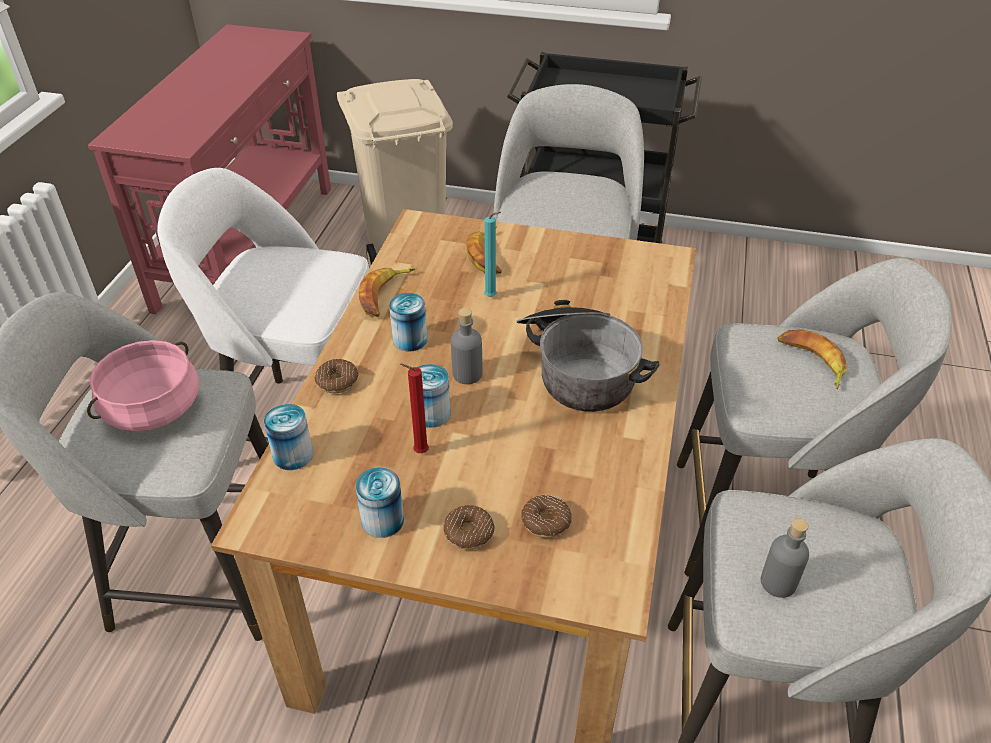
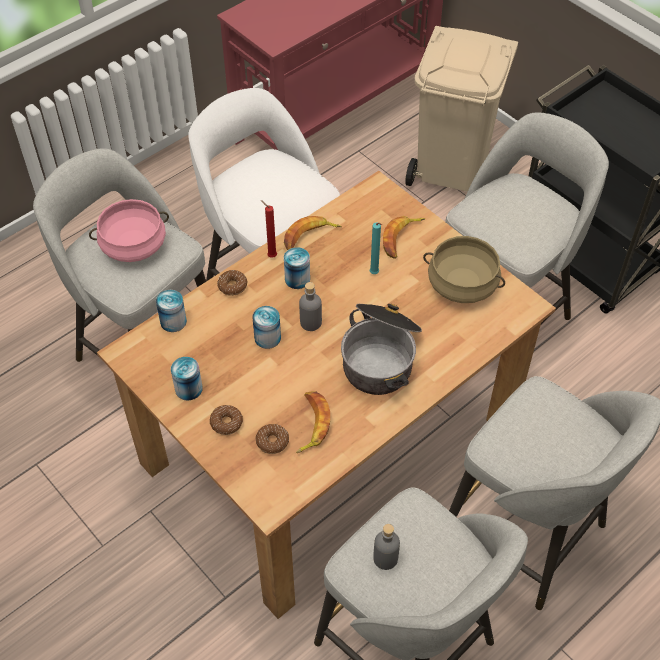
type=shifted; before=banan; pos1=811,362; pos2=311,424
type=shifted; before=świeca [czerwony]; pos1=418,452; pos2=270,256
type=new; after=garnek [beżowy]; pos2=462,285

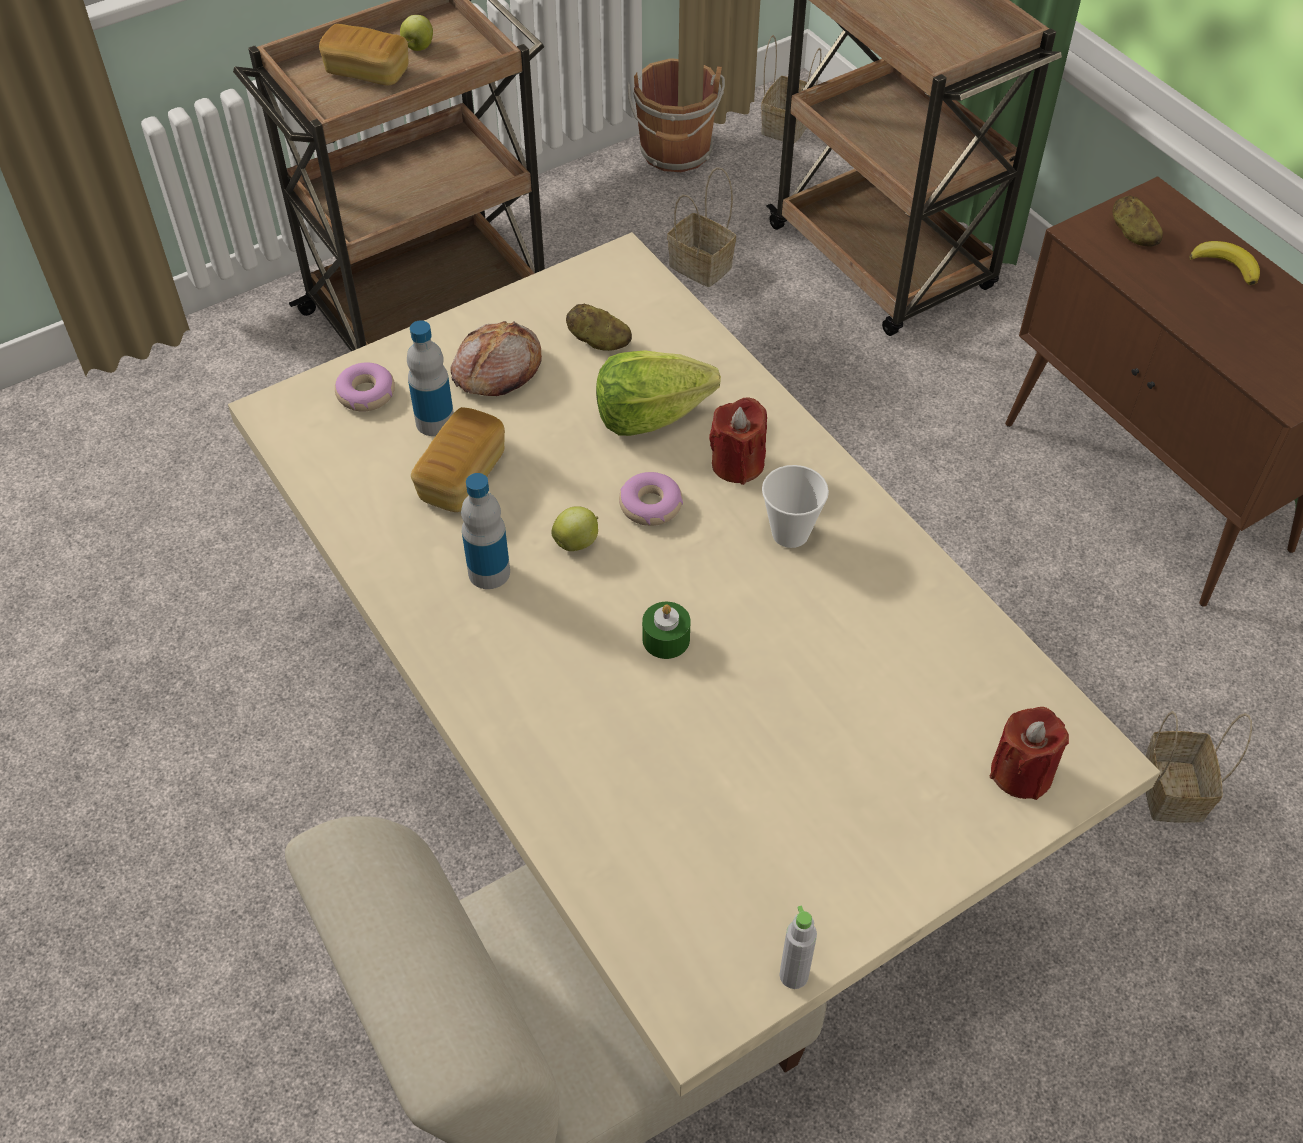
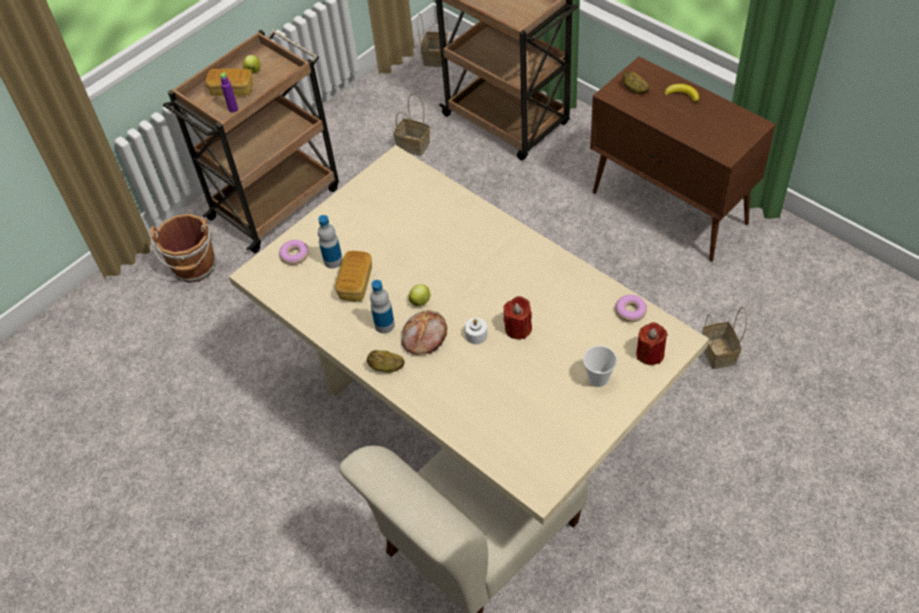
type=shifted; before=wiadro [brązowy]; pos1=676,153; pos2=194,267
type=shifted; before=ziemniak; pos1=598,342; pos2=386,367
type=shifted; before=chleb; pos1=496,370; pos2=424,337
type=gone; before=sałata; pos1=650,415
type=shifted; before=świeca [czerwony]; pos1=737,463; pos2=518,328
type=shifted; before=filiżanka; pos1=790,533; pos2=598,379
type=shifted; before=donut; pos1=650,505; pos2=630,311
type=repainted; before=świeca [zielony]; after=świeca [biały]; pos1=666,639; pos2=476,335
type=gone; before=butelka [szary]; pos1=793,975
type=new; after=butelka [fioletowy]; pos2=233,109

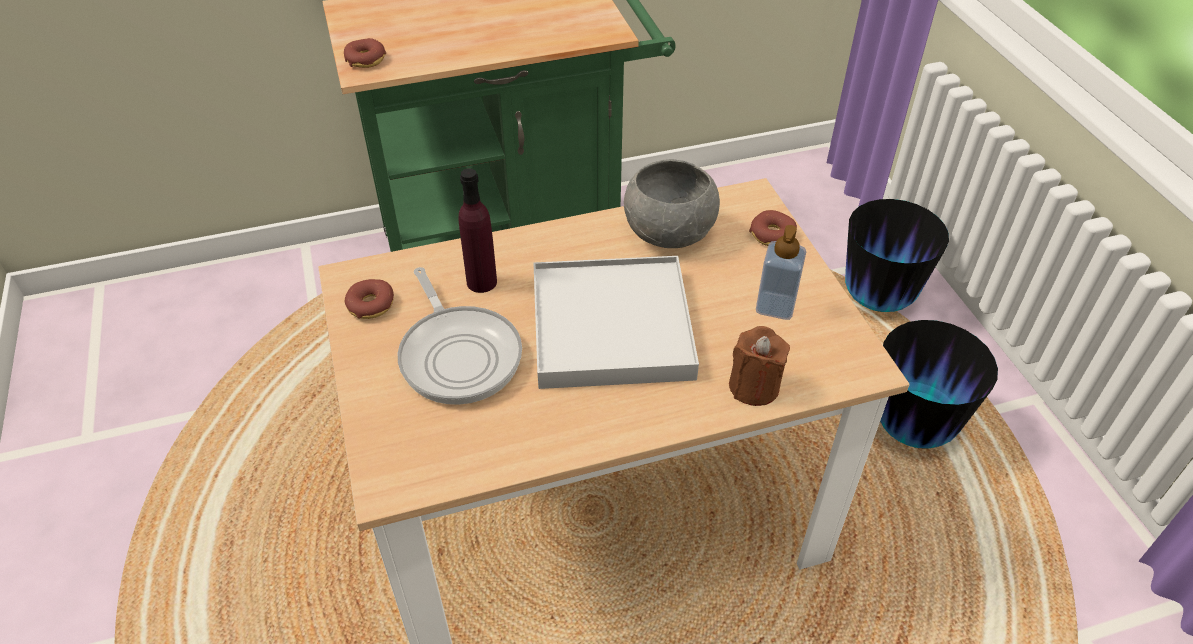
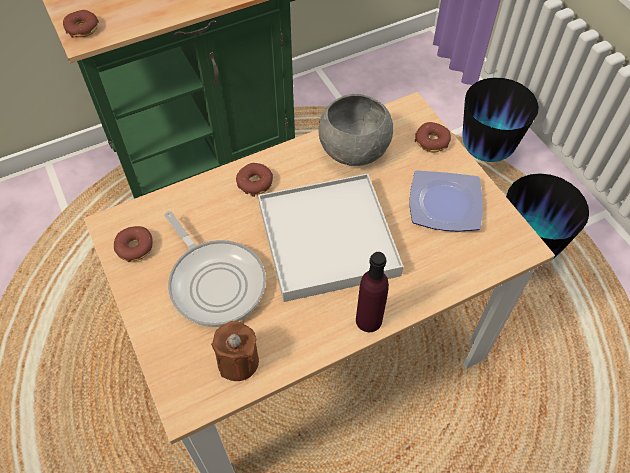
type=shifted; before=butelka [fioletowy]; pos1=482,282; pos2=369,320
type=swapped; before=dozownik mydła; after=talerz; pos1=775,306; pos2=446,203
type=shifted; before=świeca [brązowy]; pos1=754,386; pos2=238,361
type=new; after=donut; pos2=255,183

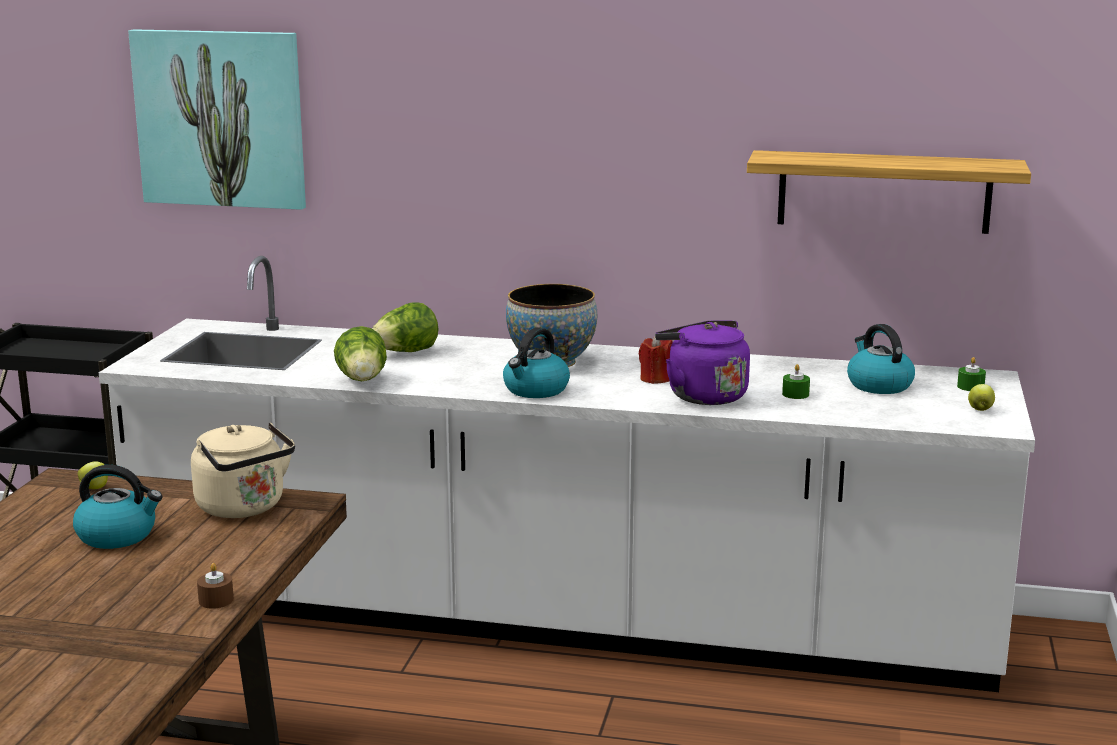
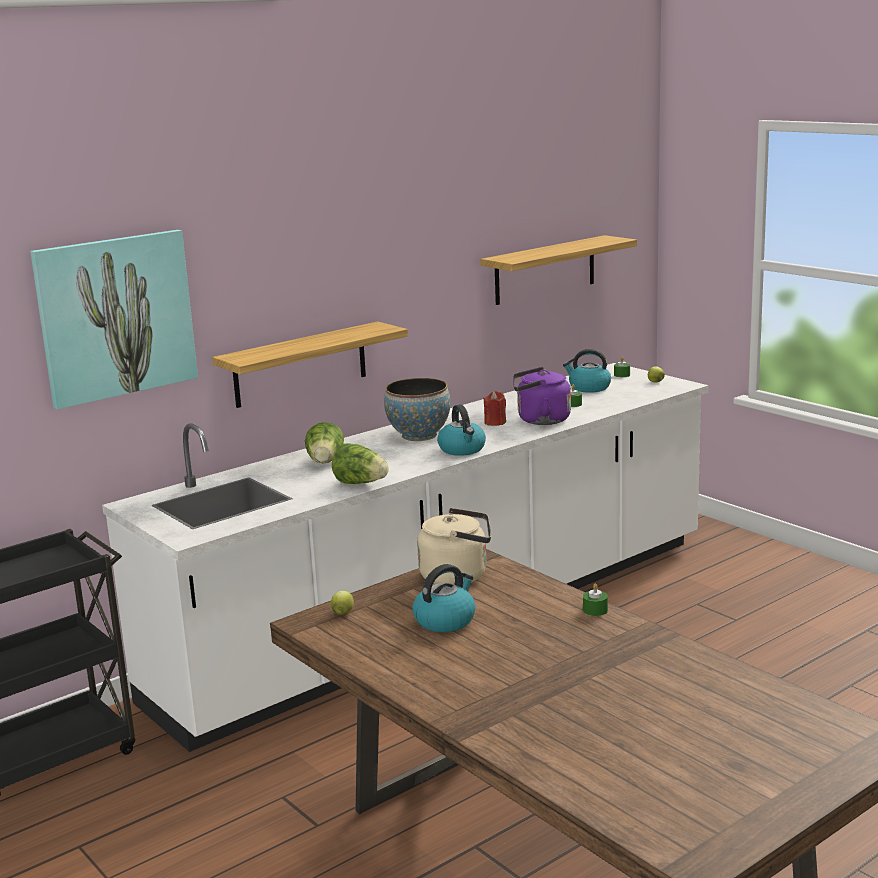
type=repainted; before=świeca [brązowy]; after=świeca [zielony]; pos1=216,600; pos2=595,610
type=new; after=półka; pos2=300,364

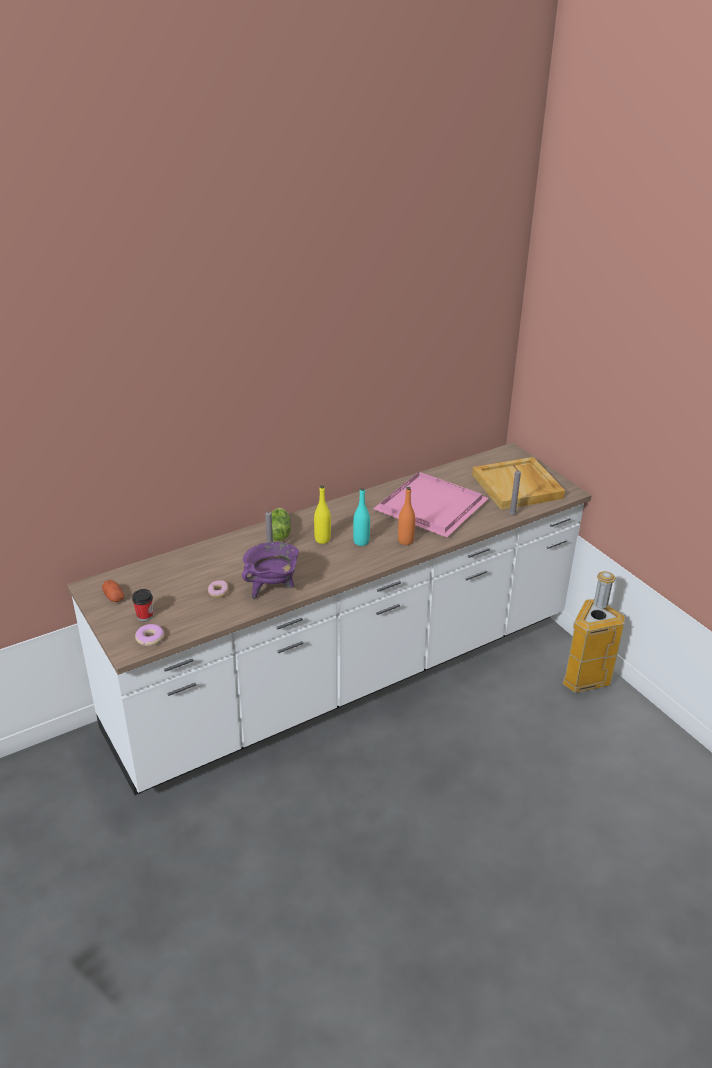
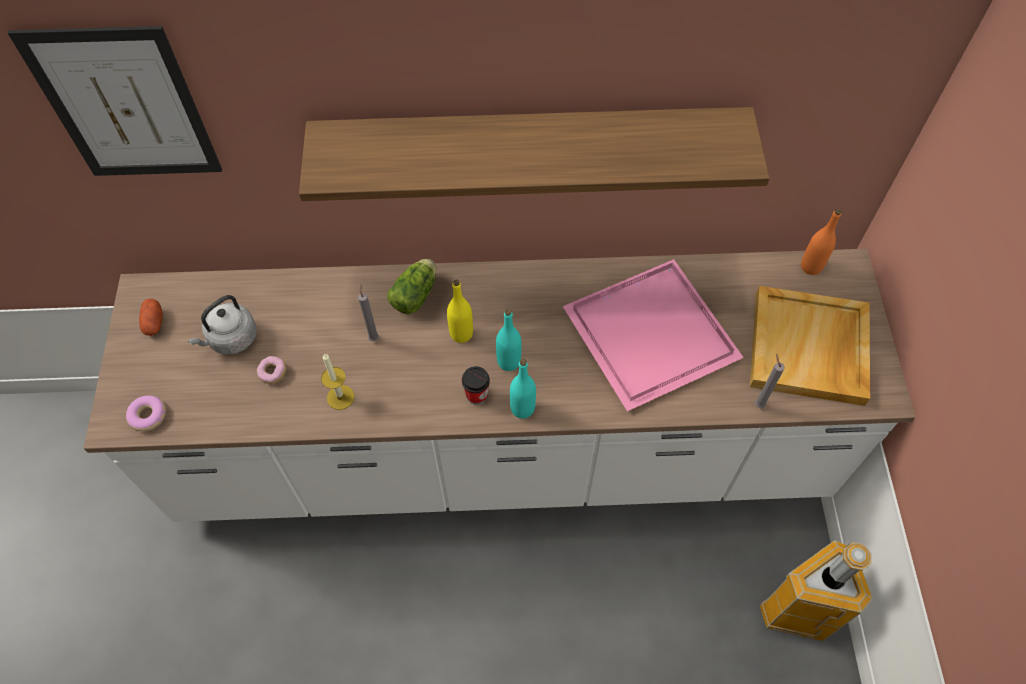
type=shifted; before=butelka [pomarańczowy]; pos1=405,541; pos2=811,266
type=swapped; before=garnek [fioletowy]; after=świeca; pos1=272,588; pos2=340,397
type=shifted; before=filiżanka; pos1=145,616; pos2=477,395
type=new; after=obraz; pos2=125,106
type=new; after=półka; pos2=530,143
type=new; after=czajnik [szary]; pos2=231,339
type=new; after=butelka [turkusowy]; pos2=522,408

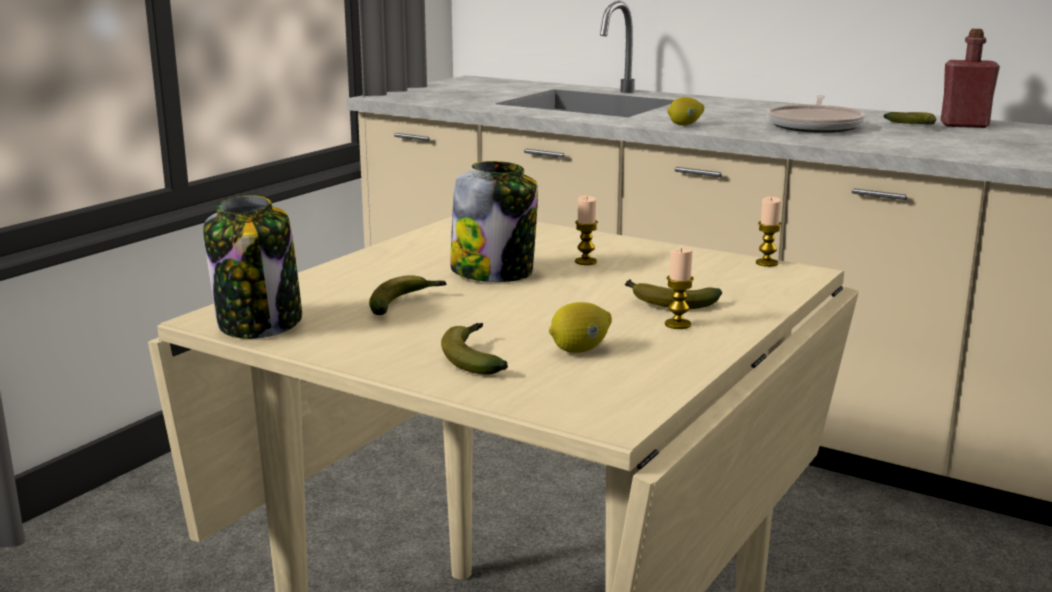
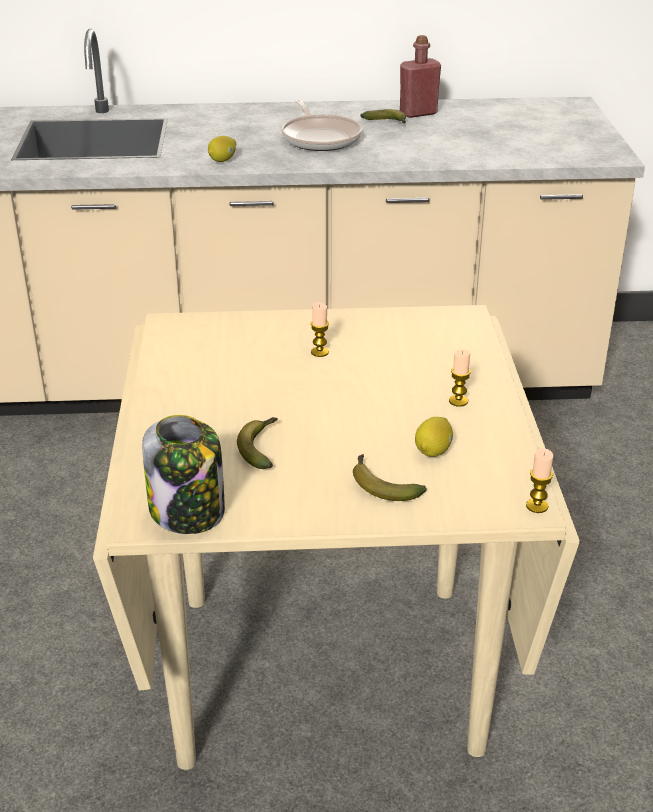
type=gone; before=słoik; pos1=494,272
type=shifted; before=świeca; pos1=766,263; pos2=537,506
type=gone; before=banan; pos1=667,303

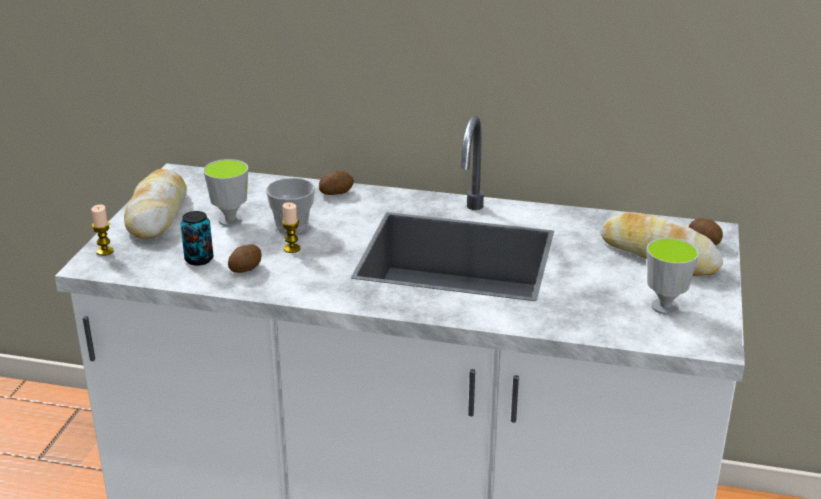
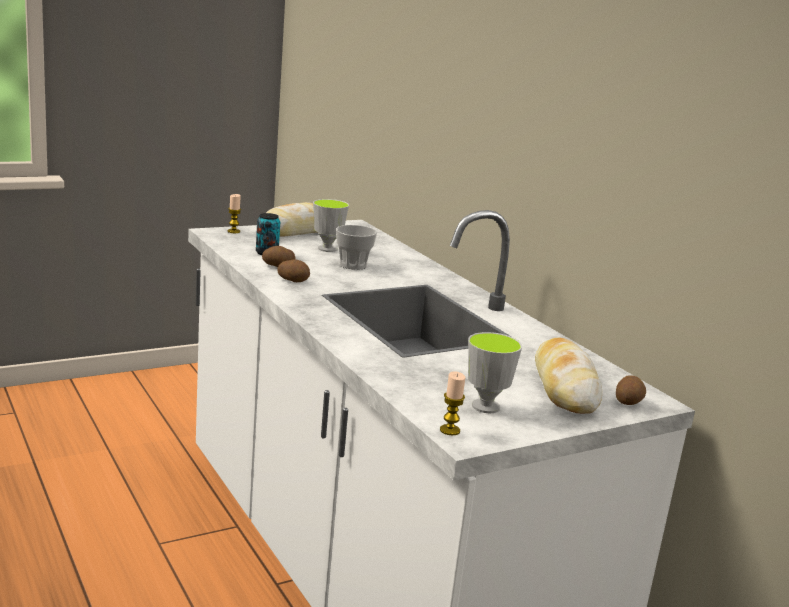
type=shifted; before=ziemniak; pos1=336,192; pos2=293,280
type=shifted; before=świeca; pos1=292,249; pos2=450,430

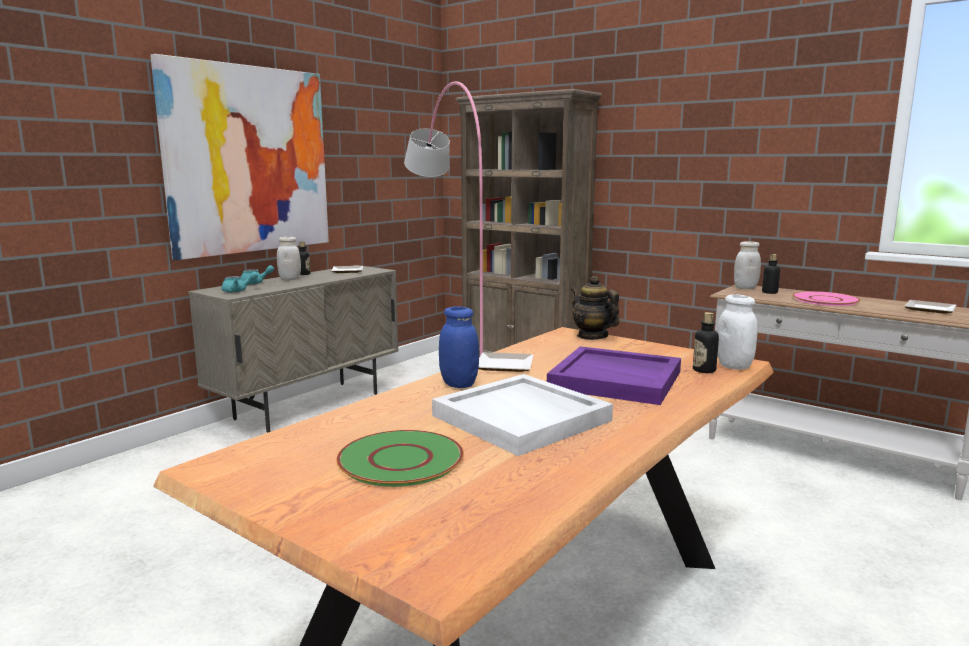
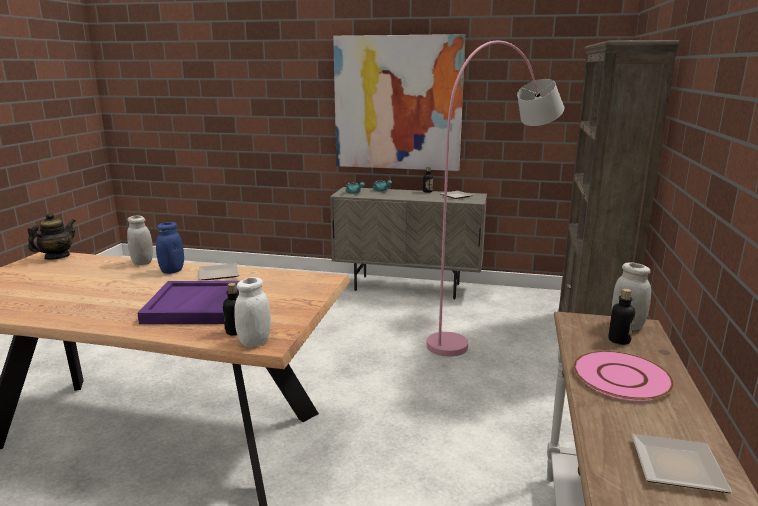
type=shifted; before=słoik [biały]; pos1=290,279; pos2=142,262
type=shifted; before=imbryk; pos1=592,336; pos2=57,257
type=gone; before=taca [biały]; pos1=523,418
type=gone; before=talerz [zielony]; pos1=400,460

